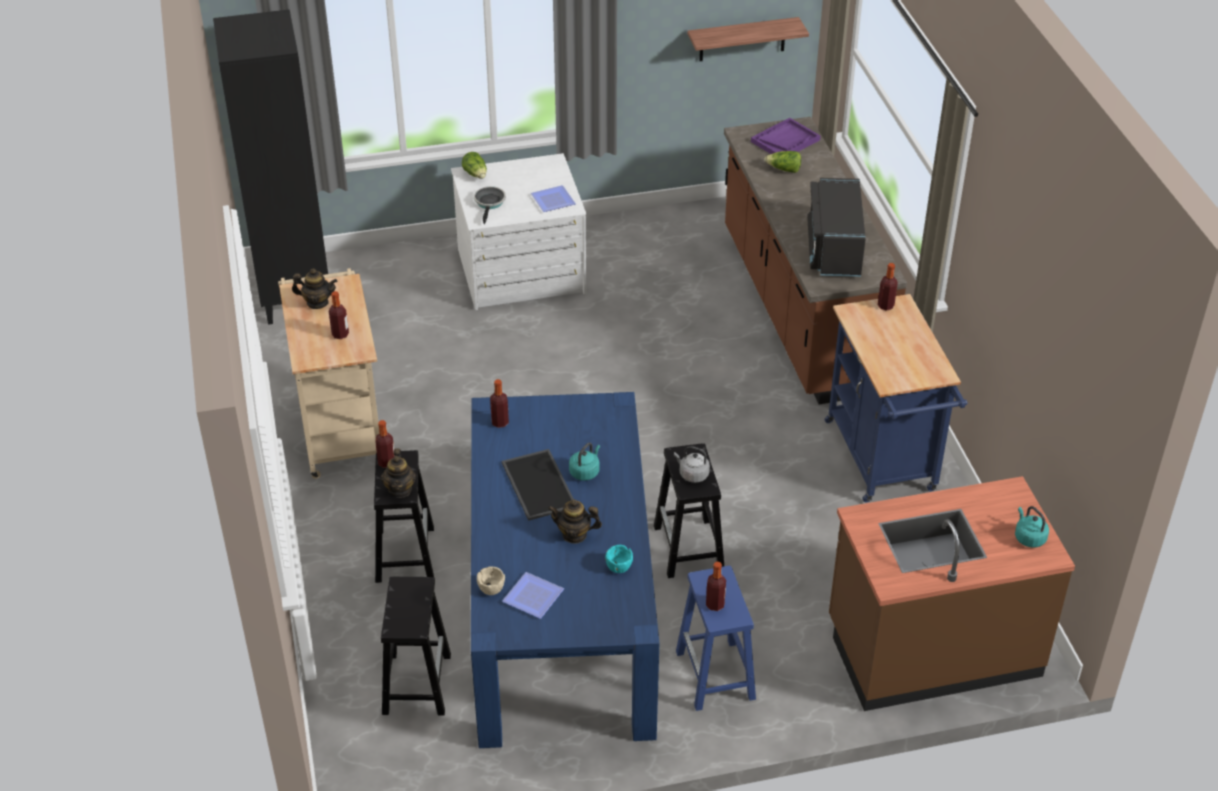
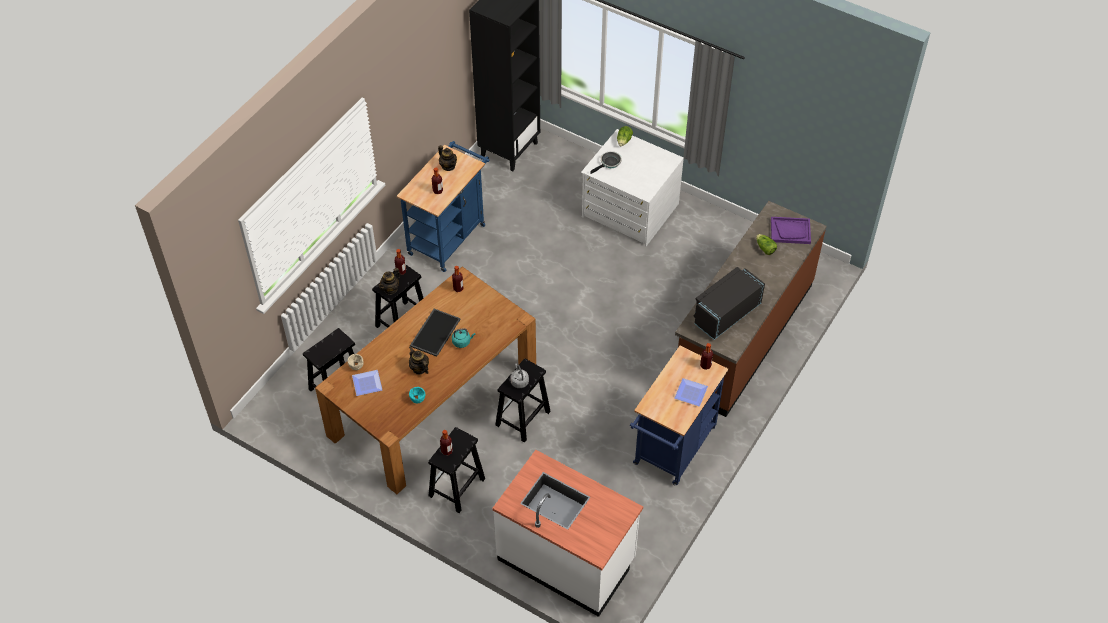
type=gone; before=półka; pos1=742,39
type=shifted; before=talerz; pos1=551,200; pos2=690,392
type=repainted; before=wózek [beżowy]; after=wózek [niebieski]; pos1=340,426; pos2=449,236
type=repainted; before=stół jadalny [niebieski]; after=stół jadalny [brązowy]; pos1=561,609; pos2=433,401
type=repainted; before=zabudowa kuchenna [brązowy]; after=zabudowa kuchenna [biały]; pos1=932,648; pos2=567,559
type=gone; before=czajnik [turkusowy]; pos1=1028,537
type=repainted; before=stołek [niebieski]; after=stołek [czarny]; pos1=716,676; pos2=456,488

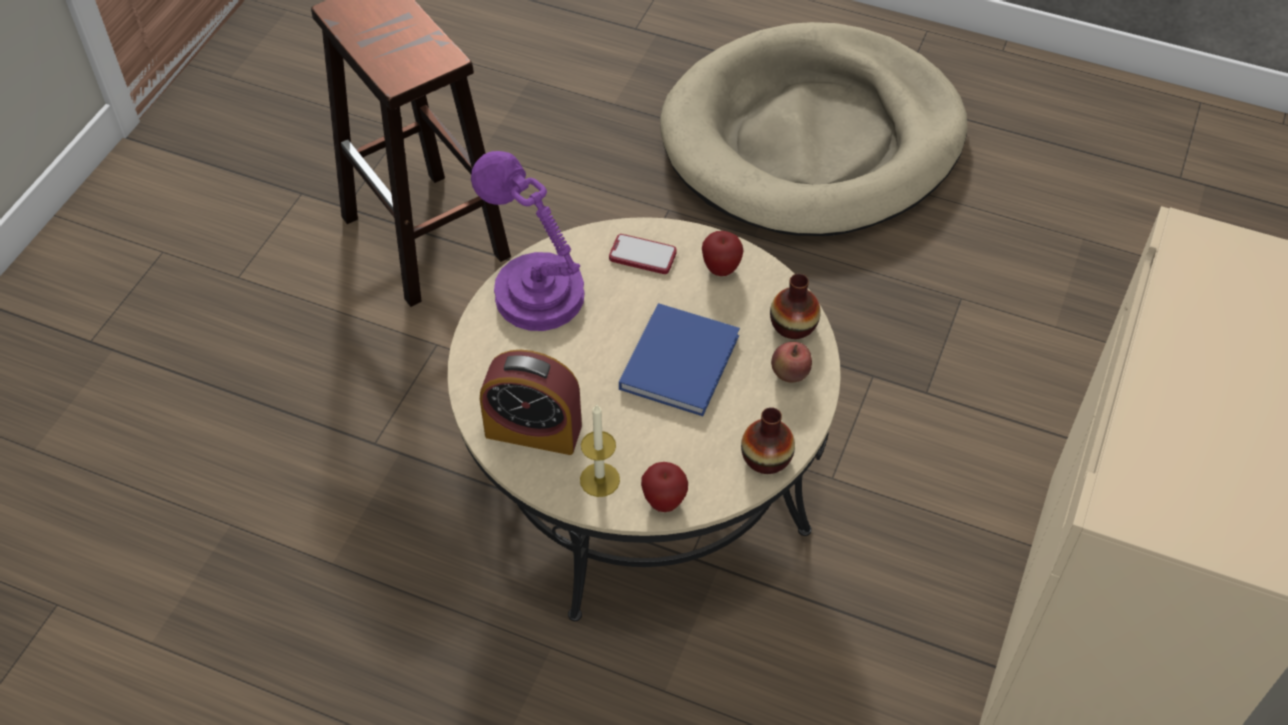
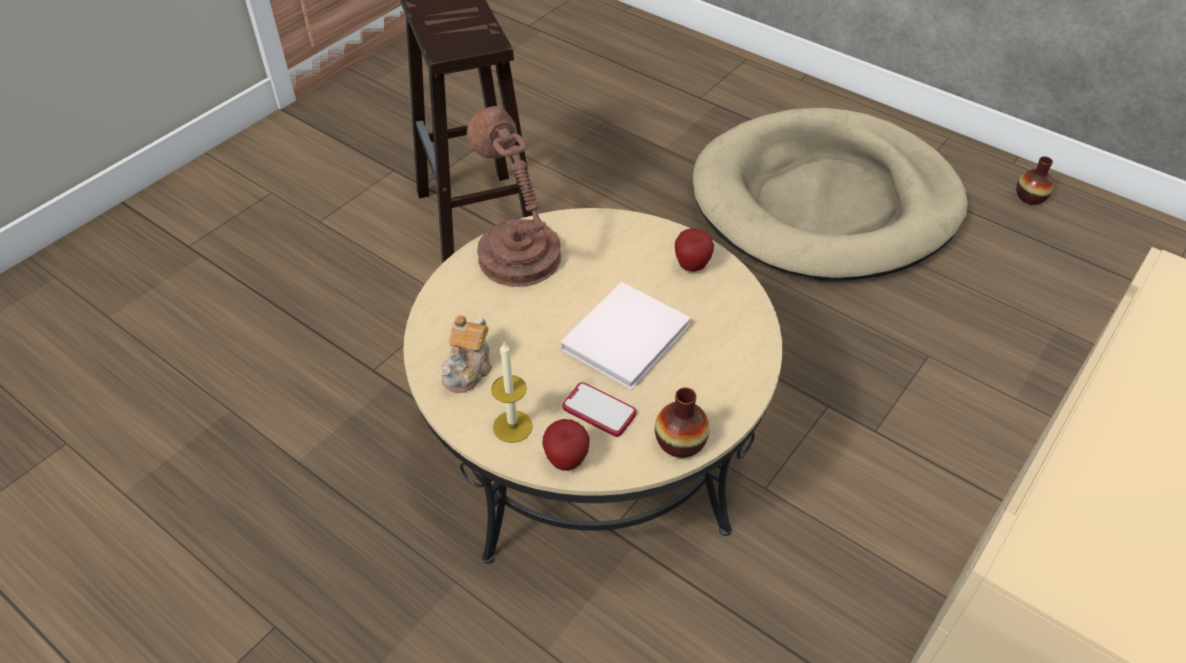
type=repainted; before=lampa stołowa [fioletowy]; after=lampa stołowa [brązowy]; pos1=534,291; pos2=516,253
type=shifted; before=telefon; pos1=642,255; pos2=599,411
type=shifted; before=wazon; pos1=793,325; pos2=1030,197
type=repainted; before=książka [niebieski]; after=książka [biały]; pos1=681,359; pos2=628,335
type=gone; before=jabłko; pos1=789,375
type=swapped; before=budzik; after=imbryk; pos1=533,430; pos2=468,369

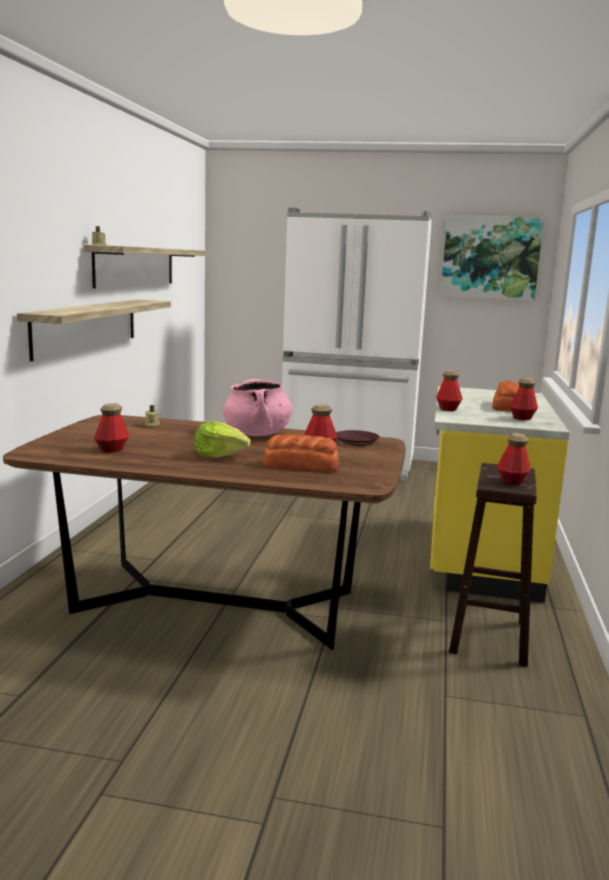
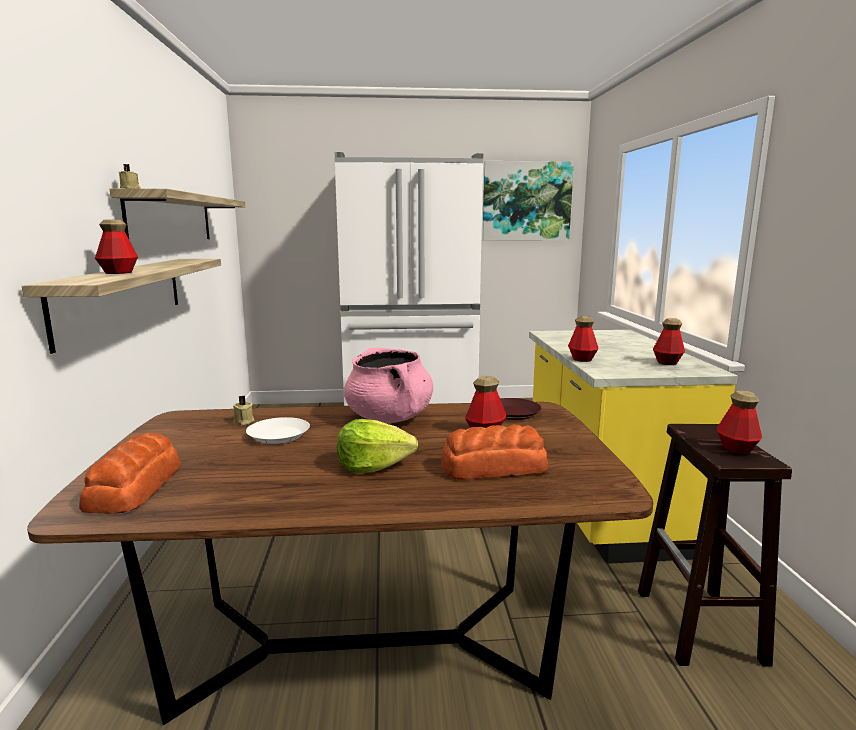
type=shifted; before=chleb; pos1=507,406; pos2=136,487
type=shifted; before=butelka; pos1=112,449; pos2=119,273
type=new; after=talerz [biały]; pos2=278,435

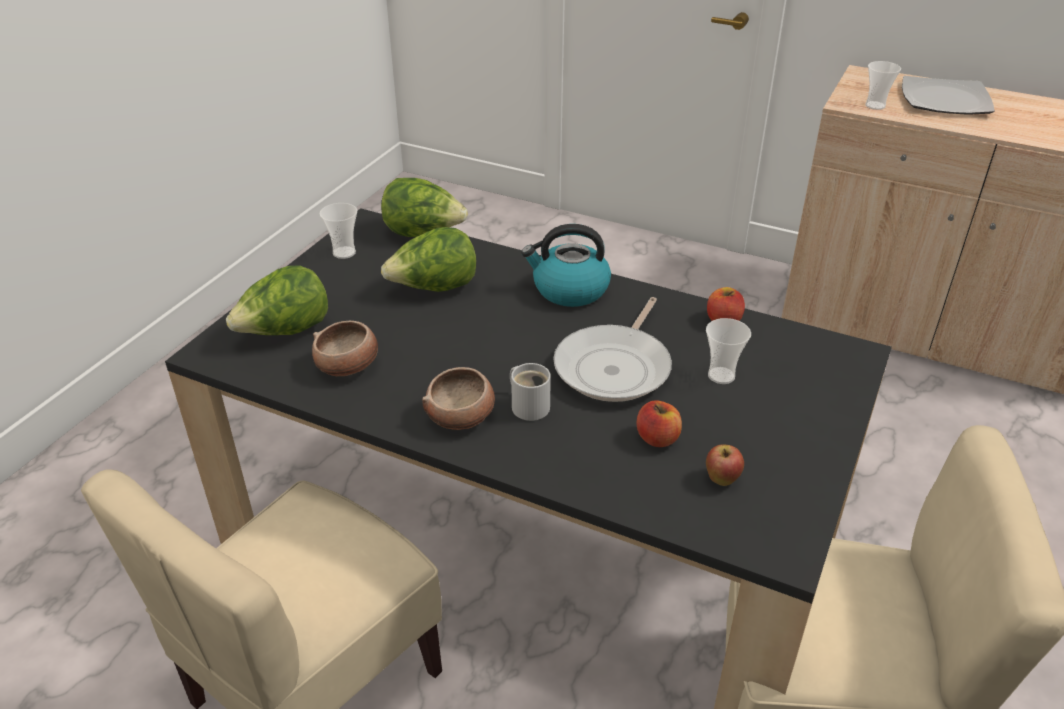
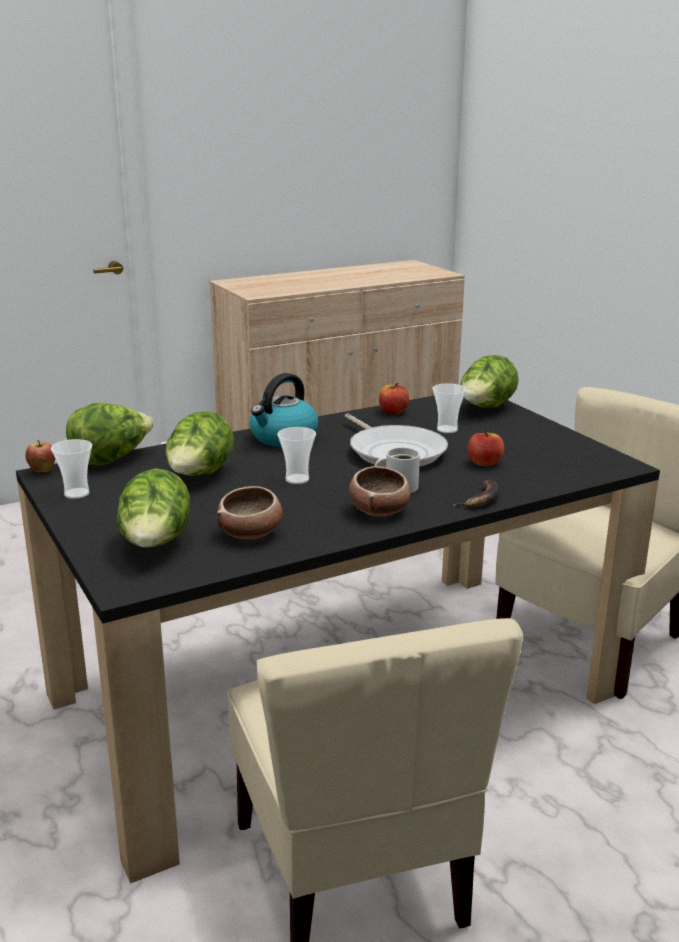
type=shifted; before=filiżanka; pos1=875,106; pos2=297,479
type=gone; before=talerz; pos1=946,100
type=shifted; before=jabłko; pos1=721,480; pos2=42,471
type=new; after=sałata; pos2=485,409
type=new; after=banan; pos2=480,498

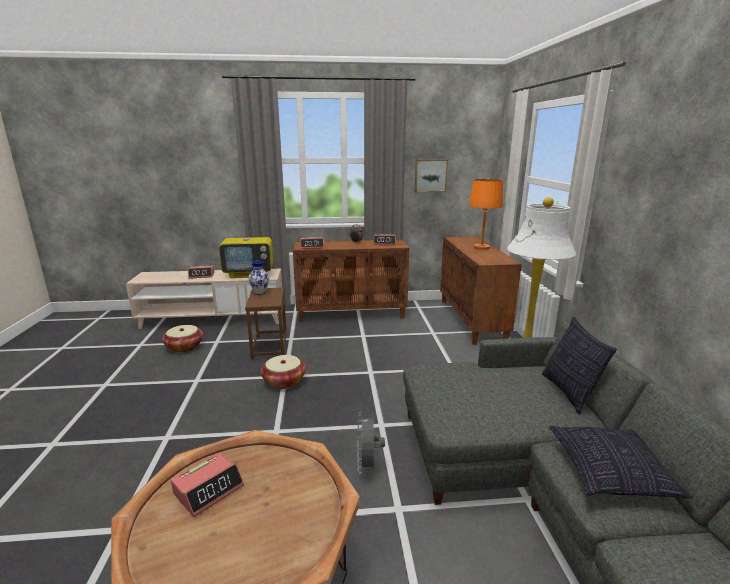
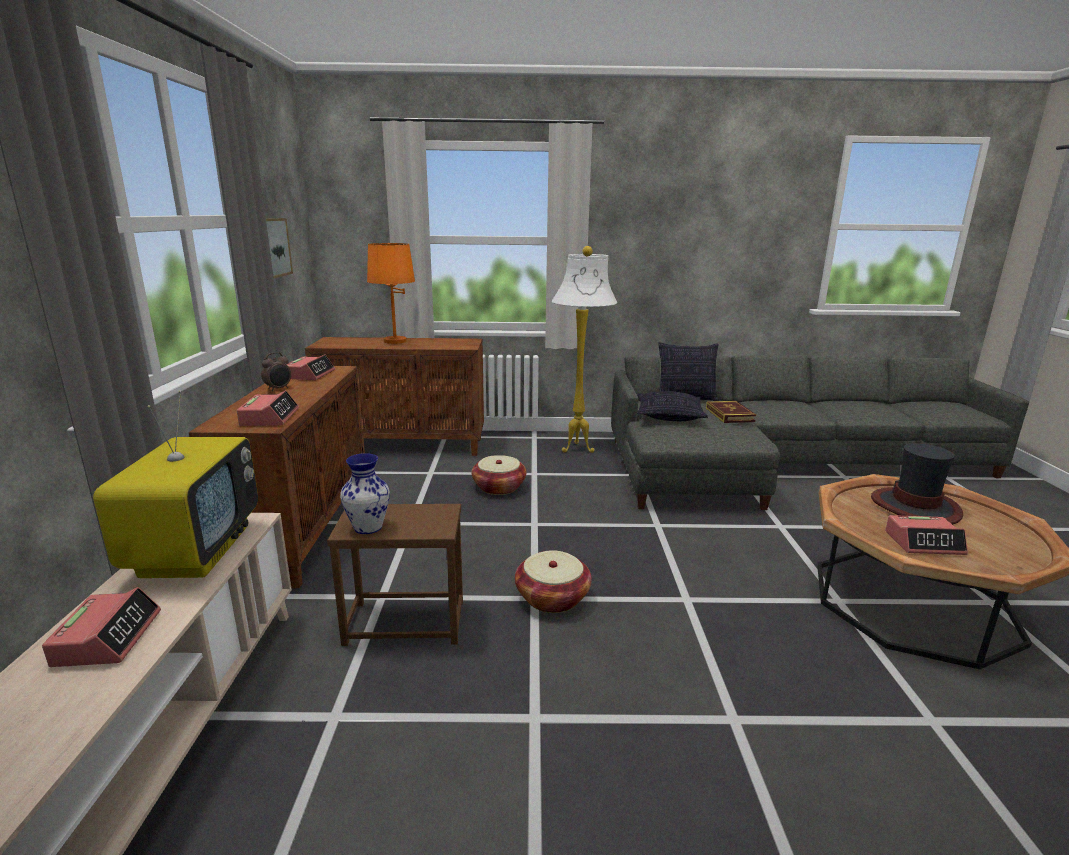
type=shifted; before=koszyk; pos1=184,347; pos2=499,487
type=gone; before=wentylator [szary]; pos1=367,466
type=shifted; before=poduszka; pos1=610,473; pos2=669,416
type=rotated; before=budzik; pos1=209,489; pos2=924,543; turn=135
type=new; after=książka; pos2=729,415
type=new; after=kapelusz; pos2=915,507

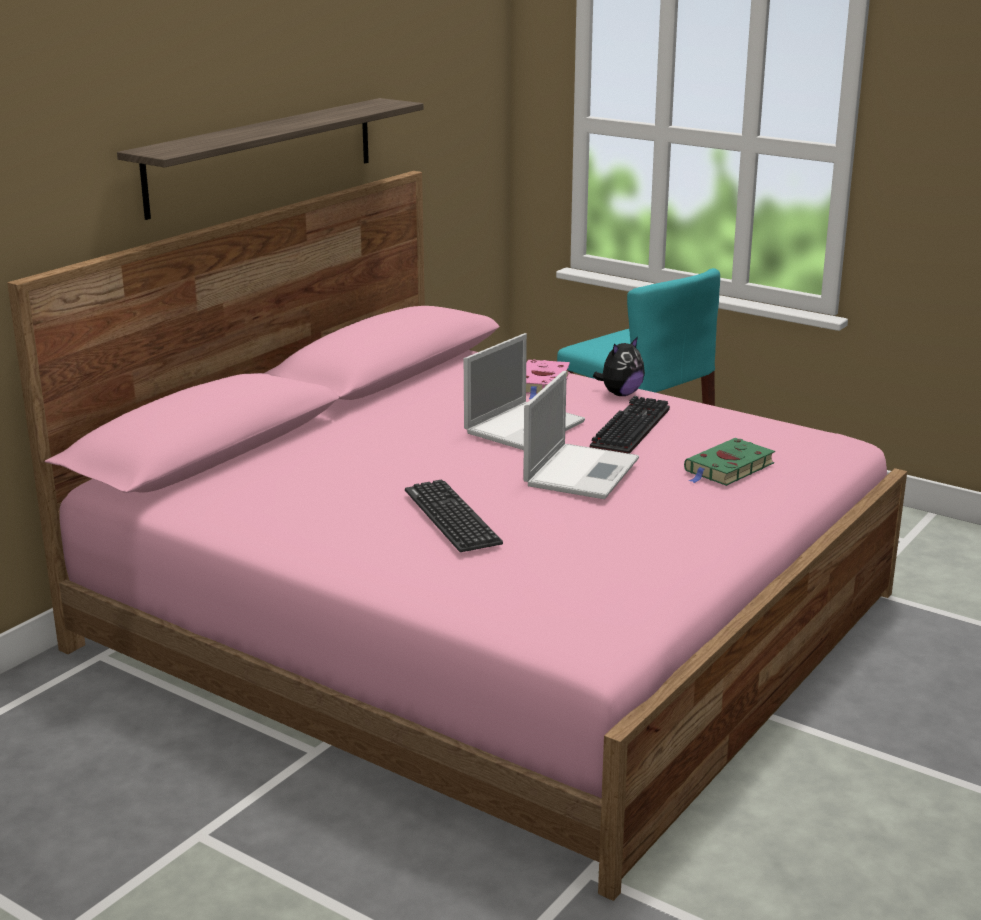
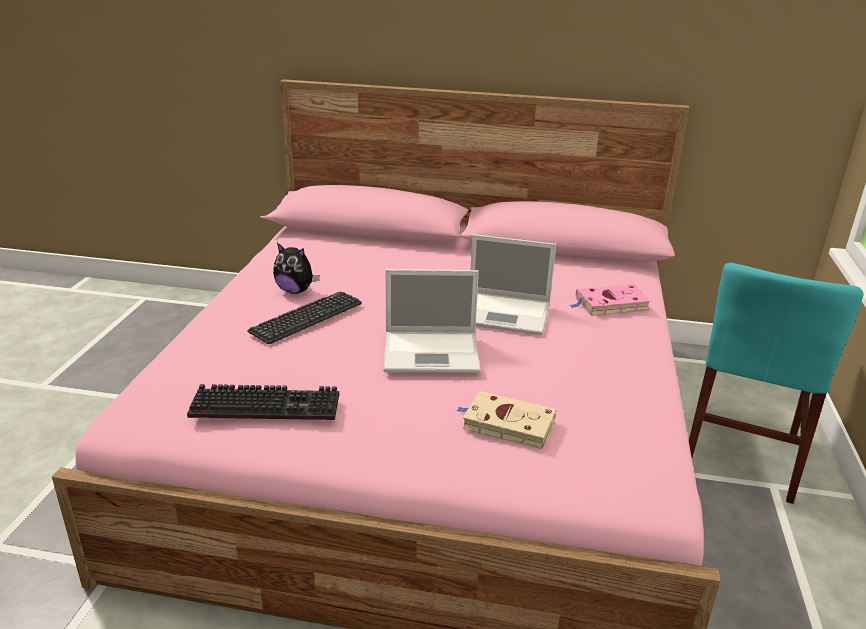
type=gone; before=półka; pos1=263,155
type=shifted; before=pluszak; pos1=620,394; pos2=295,291
type=shifted; before=klawiatura; pos1=629,427; pos2=268,404
type=repainted; before=książka [zielony]; after=książka [beżowy]; pos1=728,468; pos2=506,424

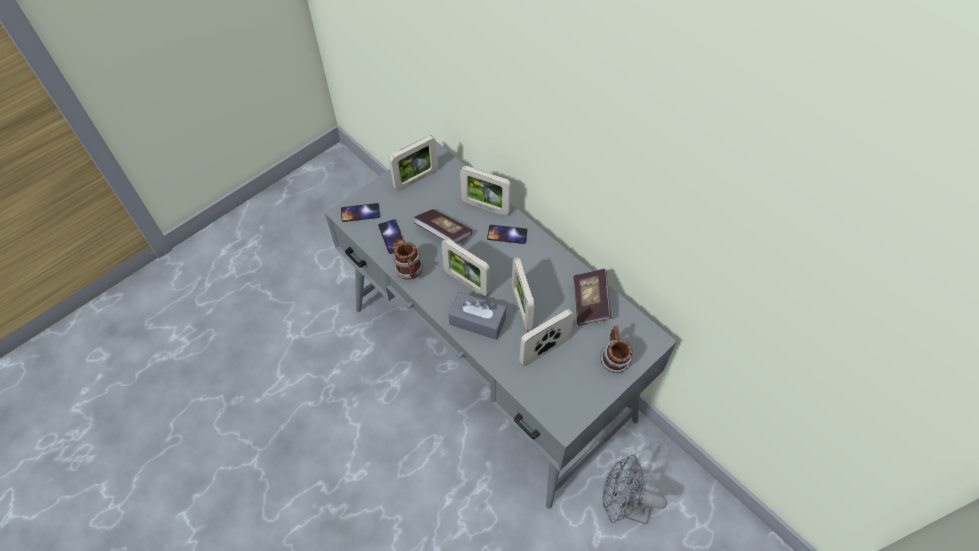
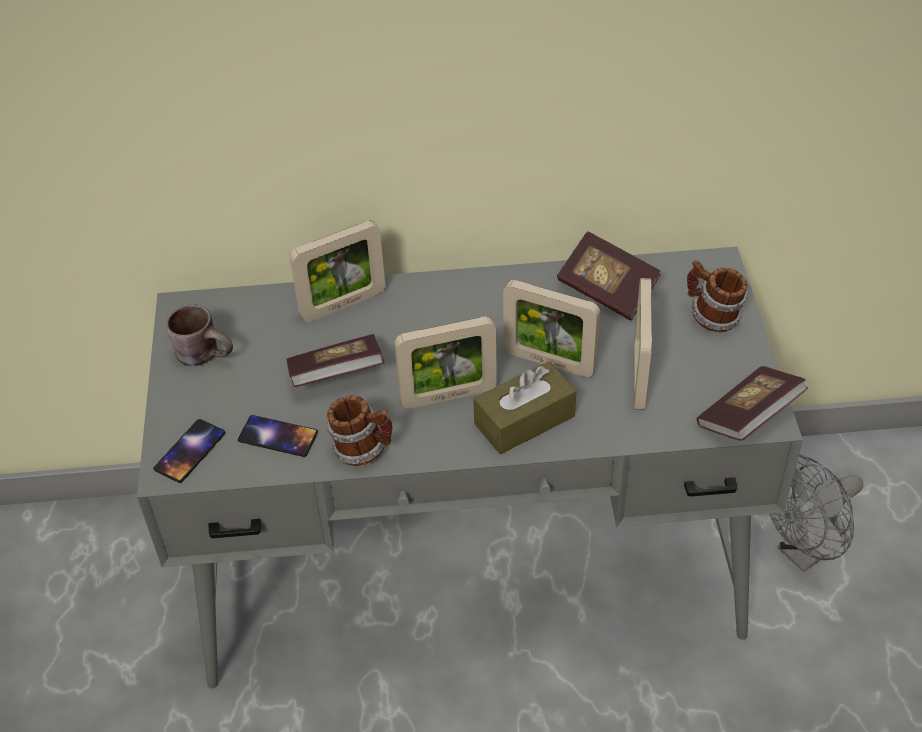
type=swapped; before=ramka na zdjęcie; after=kubek [brązowy]; pos1=416,179; pos2=207,352
type=gone; before=telefon; pos1=507,234
type=repainted; before=pudełko chusteczek [szary]; after=pudełko chusteczek [brązowy]; pos1=477,321; pos2=524,420
type=new; after=książka; pos2=748,417

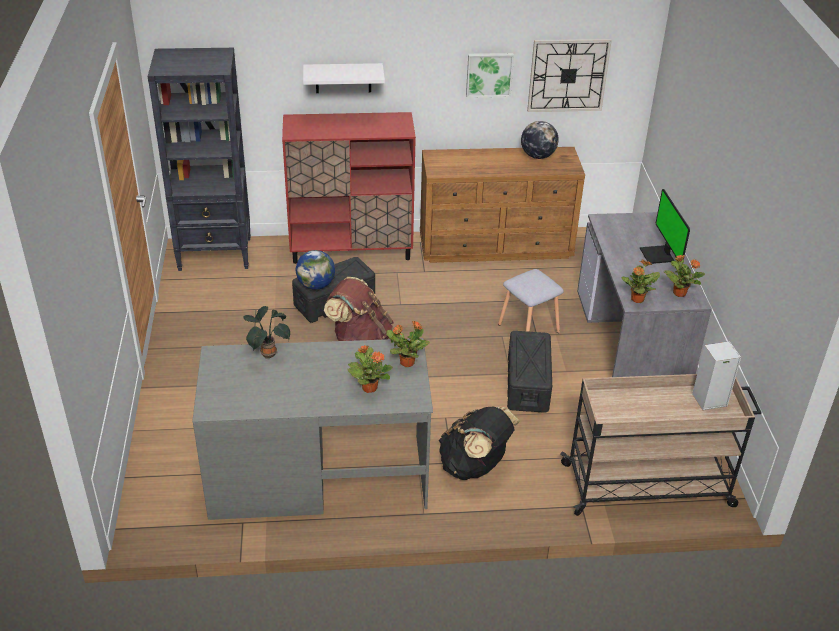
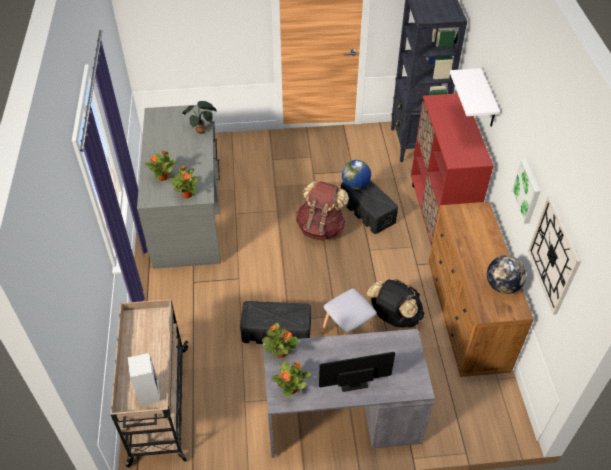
type=shifted; before=plecak [czarny]; pos1=474,466; pos2=394,317

